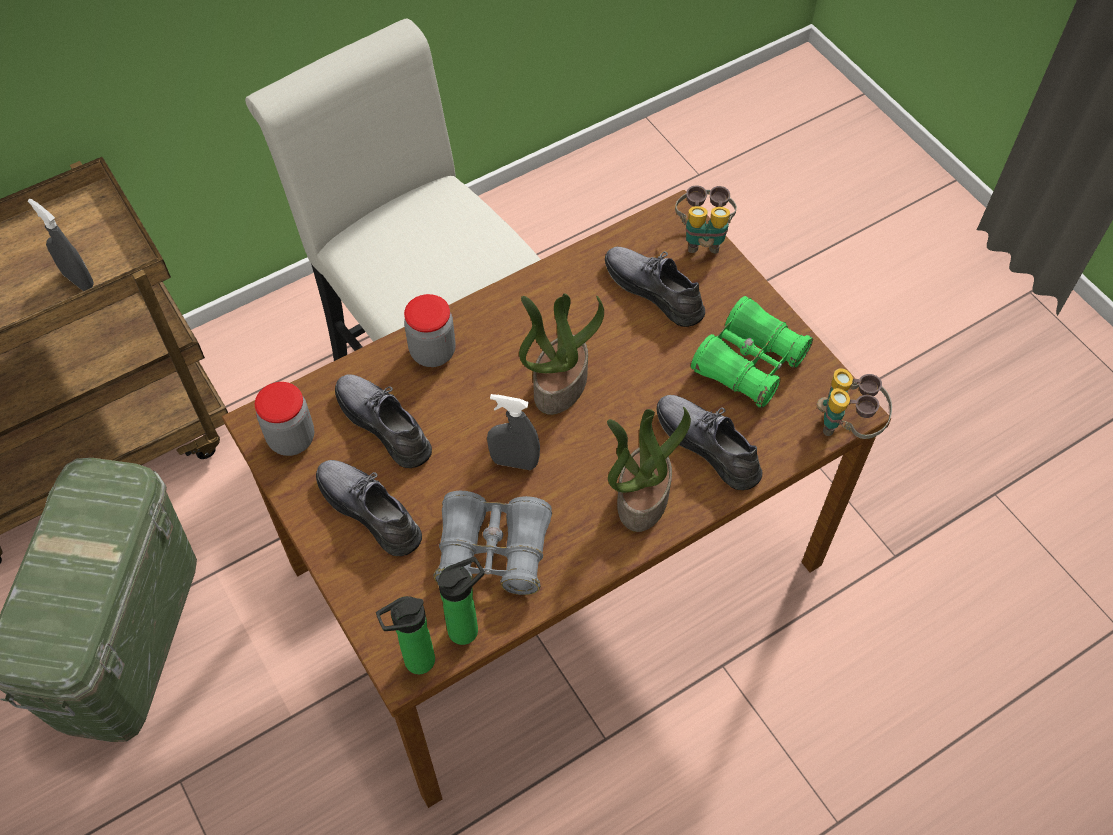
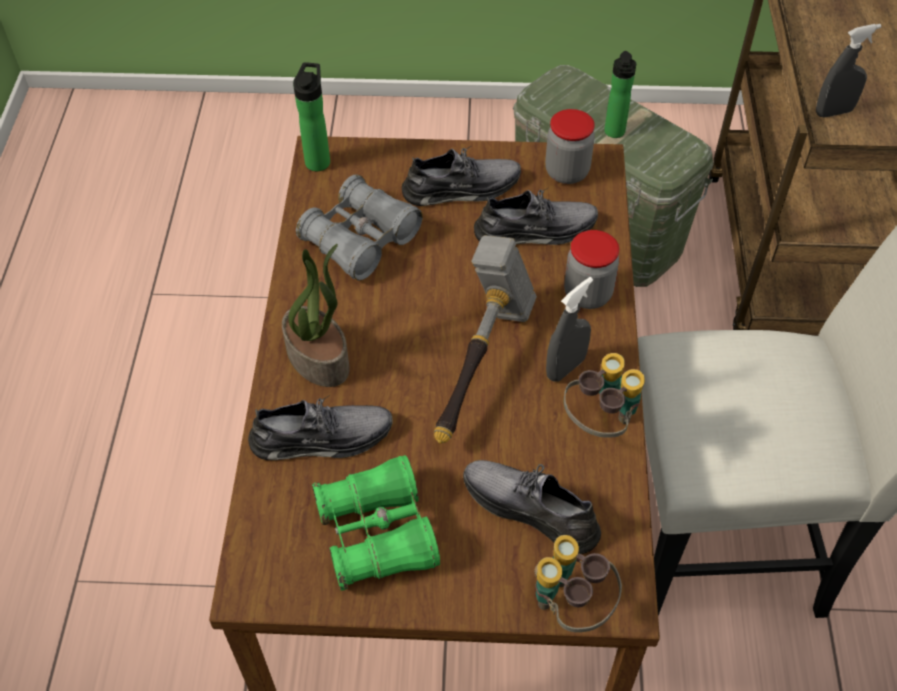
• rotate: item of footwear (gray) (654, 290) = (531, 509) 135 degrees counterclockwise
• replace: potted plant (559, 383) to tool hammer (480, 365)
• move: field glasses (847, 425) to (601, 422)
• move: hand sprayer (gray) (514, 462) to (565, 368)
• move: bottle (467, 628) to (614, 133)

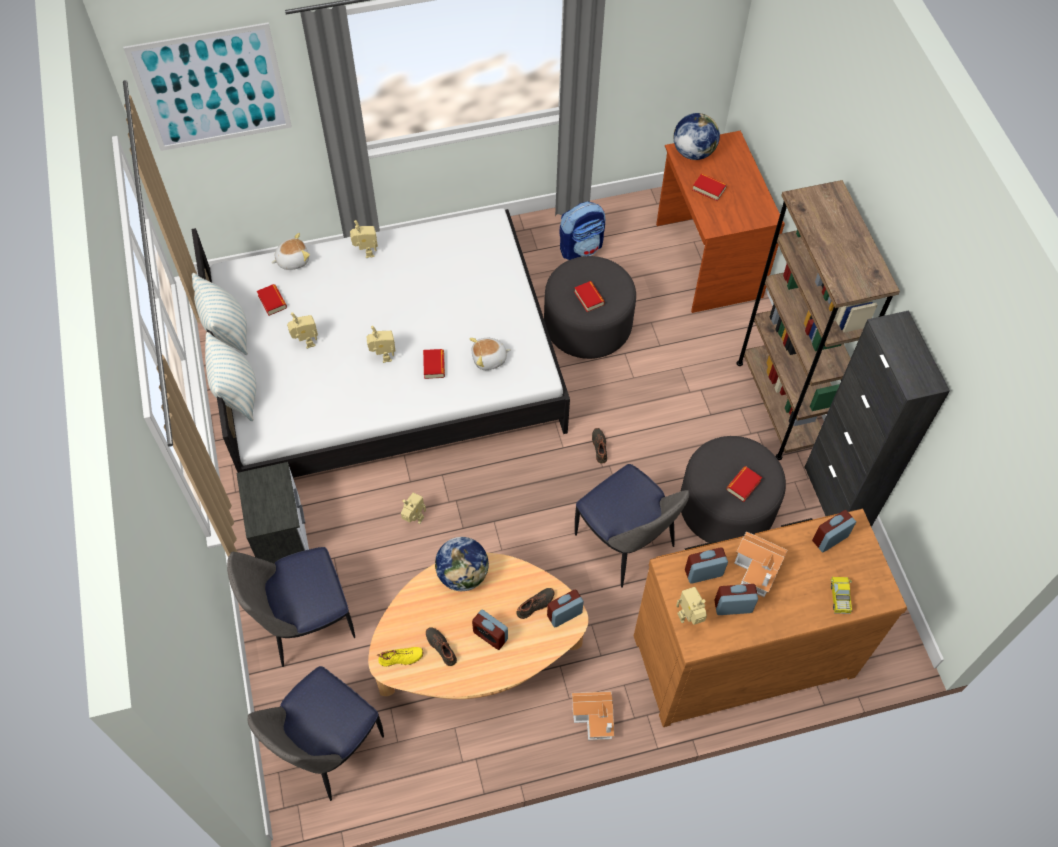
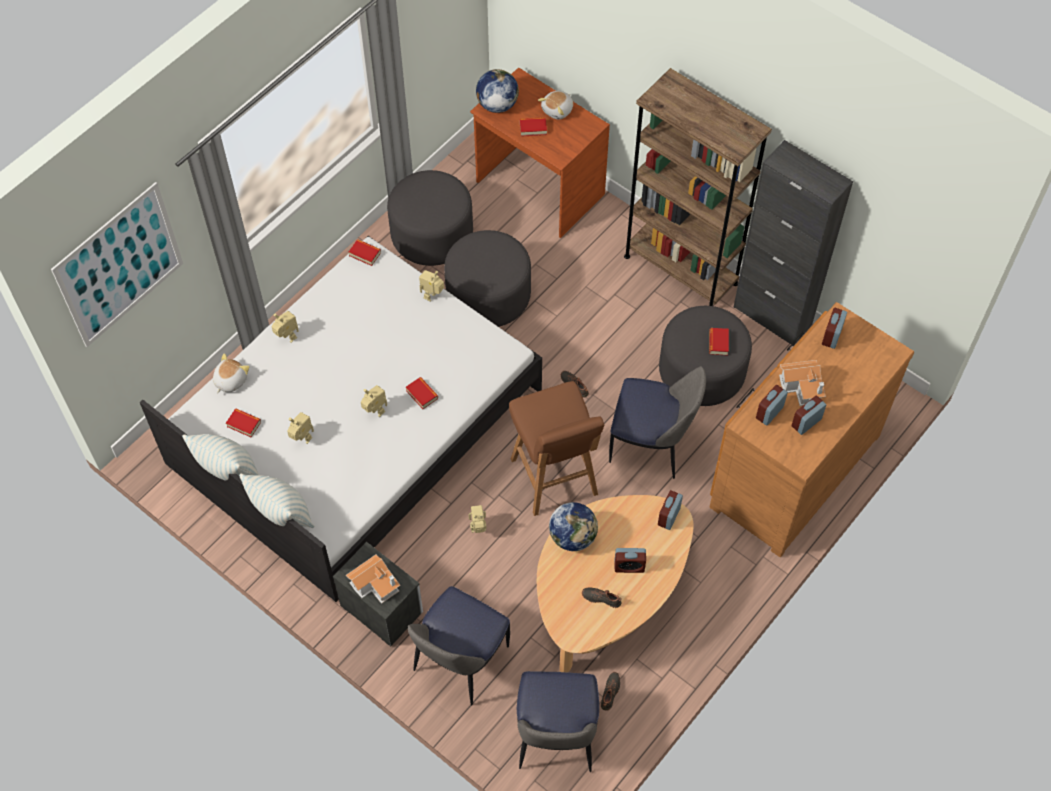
• replace: rucksack (581, 247) to ottoman (gray) (432, 235)
• move: bound book (589, 298) to (365, 254)
• move: soft toy (489, 359) to (558, 110)
• delete: toy lorry (839, 597)
• move: toy robot (689, 618) to (433, 296)
• move: item of footwear (black-coloured) (536, 605) to (611, 692)
• delete: item of footwear (yellow) (401, 658)
• move: toy house (595, 718) to (376, 584)
• insert: sitting stool (brownish) (554, 479)

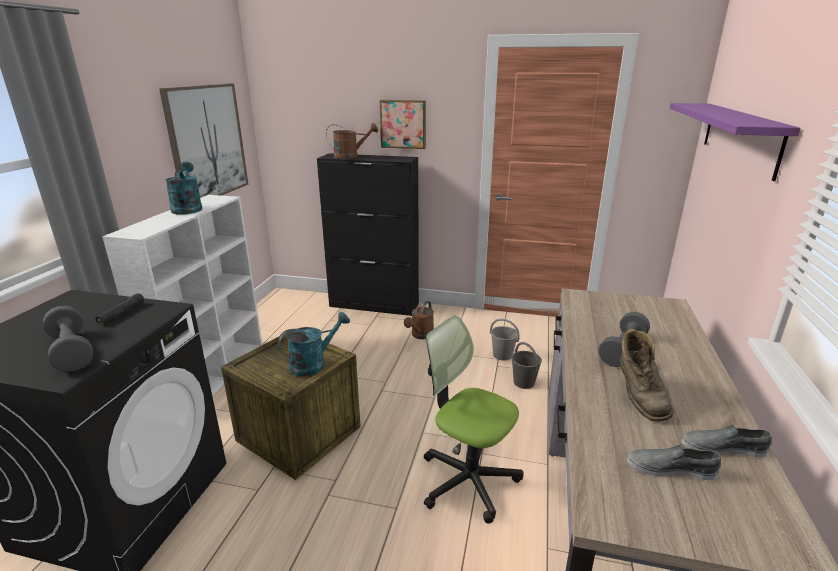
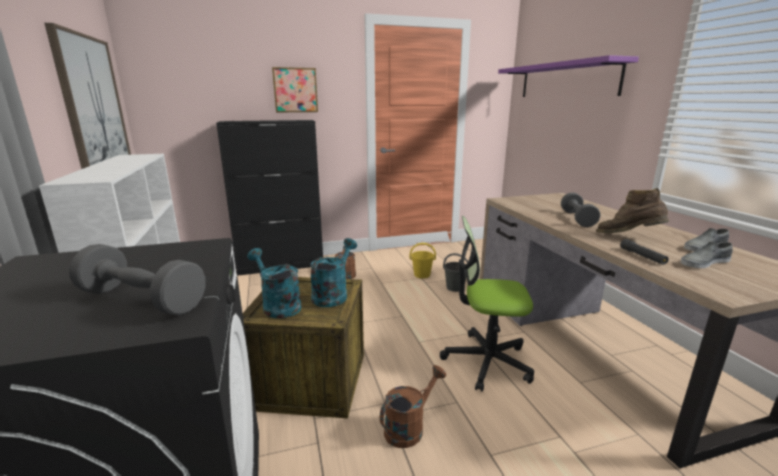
• move: sprinkling can (brownish) (350, 156) to (409, 427)
• move: sprinkling can (turquoise) (187, 208) to (277, 305)
• move: flashlight (black-coloured) (121, 314) to (642, 256)
• recolor: water bucket (gray) (503, 355) to water bucket (yellow) (422, 275)
• rotate: boot (brownish) (638, 398) = (628, 237) 150 degrees clockwise

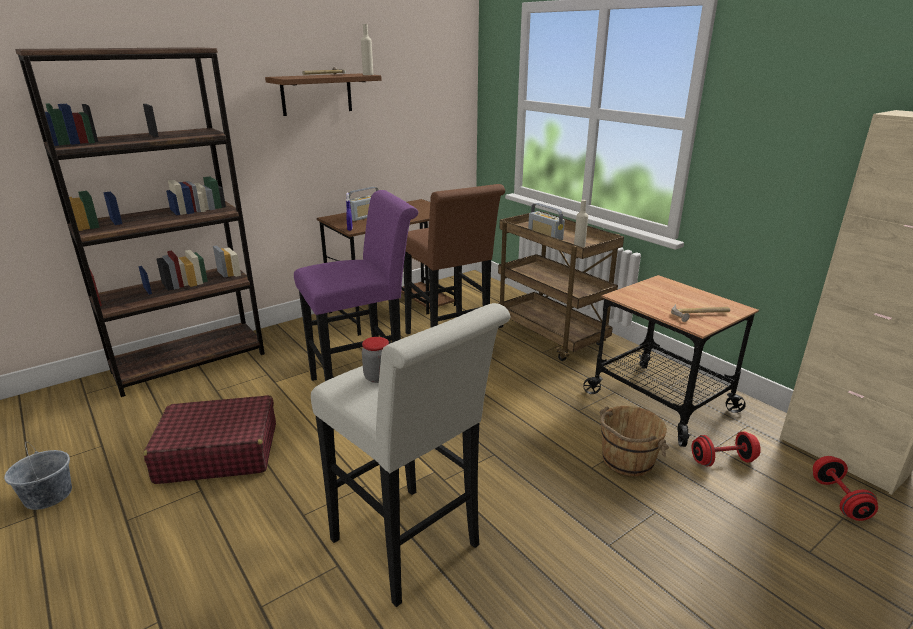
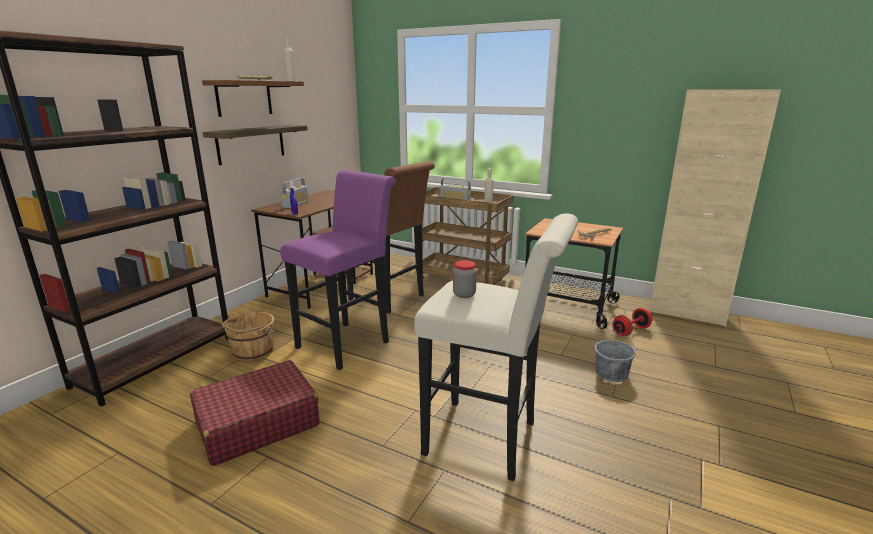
• move: water bucket (brownish) (626, 460) to (252, 352)
• move: water bucket (gray) (48, 496) to (612, 374)
• delete: free weight (red-coloured) (839, 499)
• insert: wall shelf (251, 144)

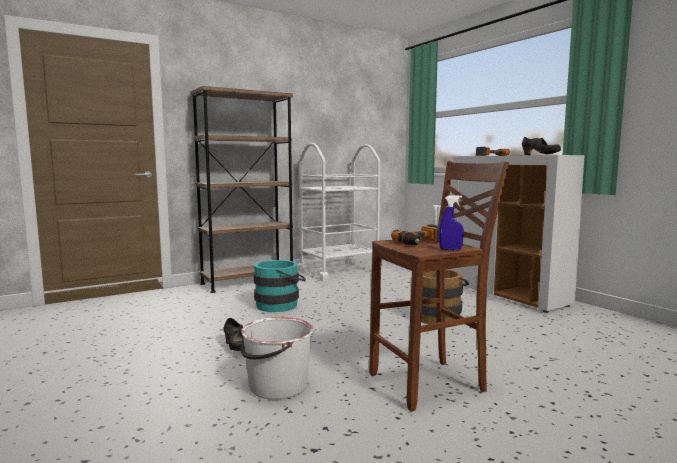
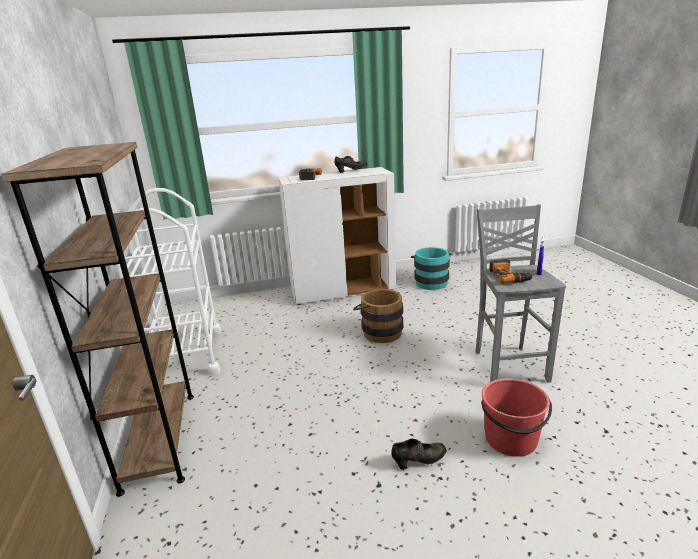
• recolor: sitting stool (brownish) (430, 383) to sitting stool (gray) (509, 365)
• move: water bucket (turquoise) (281, 305) to (430, 282)
• recolor: water bucket (white) (277, 386) to water bucket (red-coloured) (511, 439)

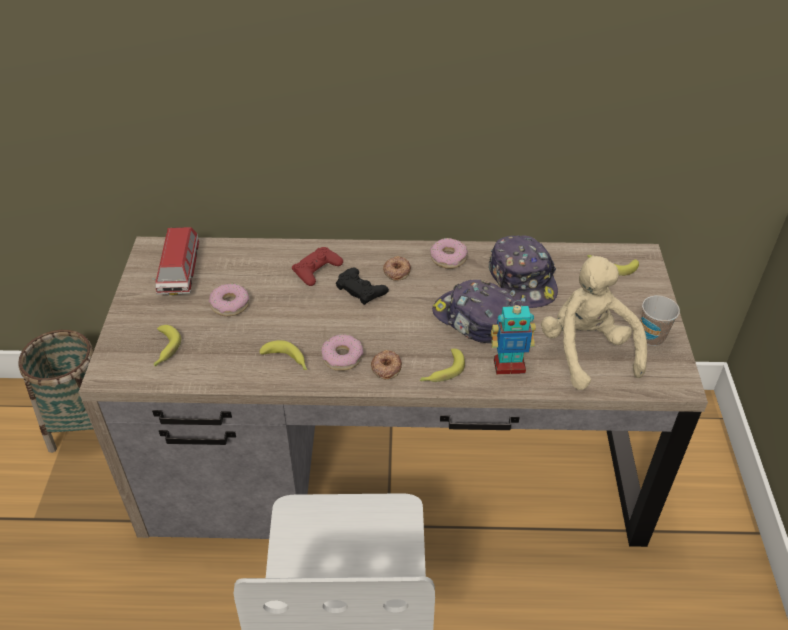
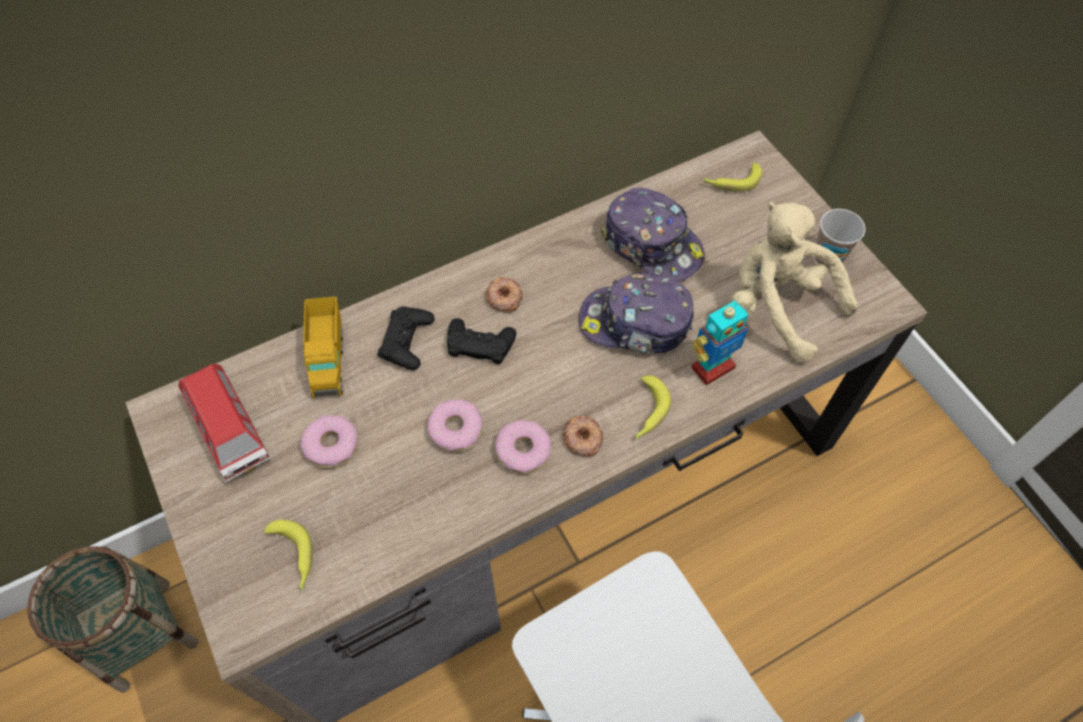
• move: doughnut (448, 258) to (456, 430)
• recolor: joypad (red-coloured) (317, 270) to joypad (black-coloured) (407, 341)
• delete: banana fruit (287, 361)
• insert: toy lorry (329, 359)

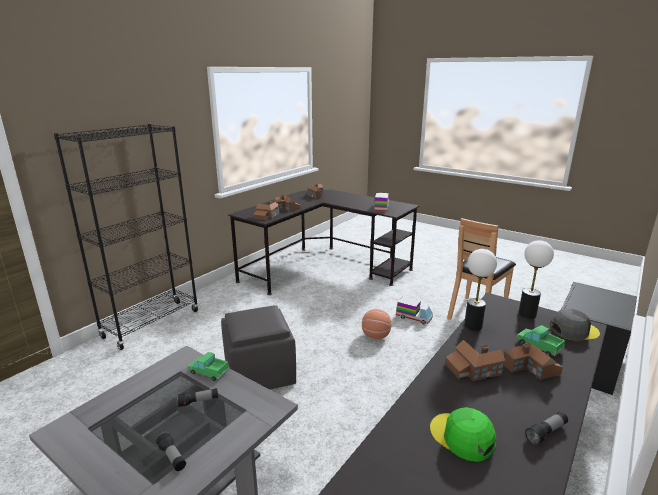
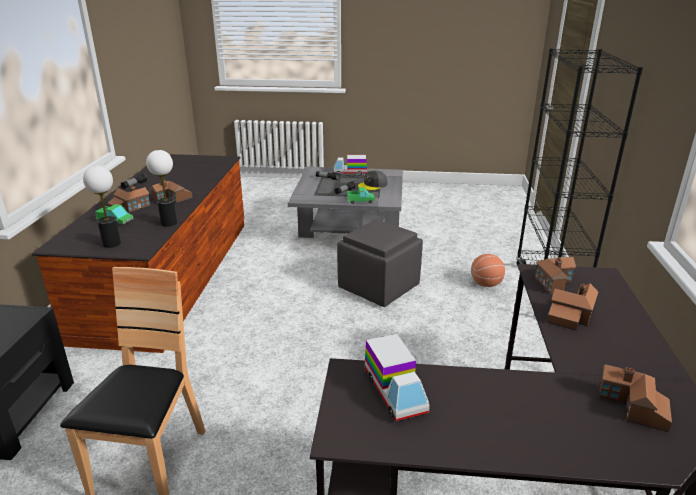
• move: toy lorry (414, 317) to (350, 172)
• move: basketball (375, 336) to (486, 284)
• move: peaked cap (gray) (573, 330) to (373, 185)
• delete: peaked cap (green-coloured) (462, 437)

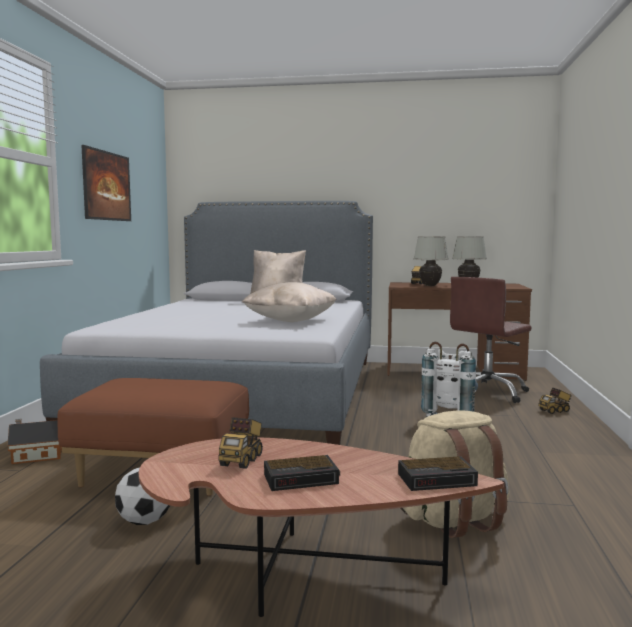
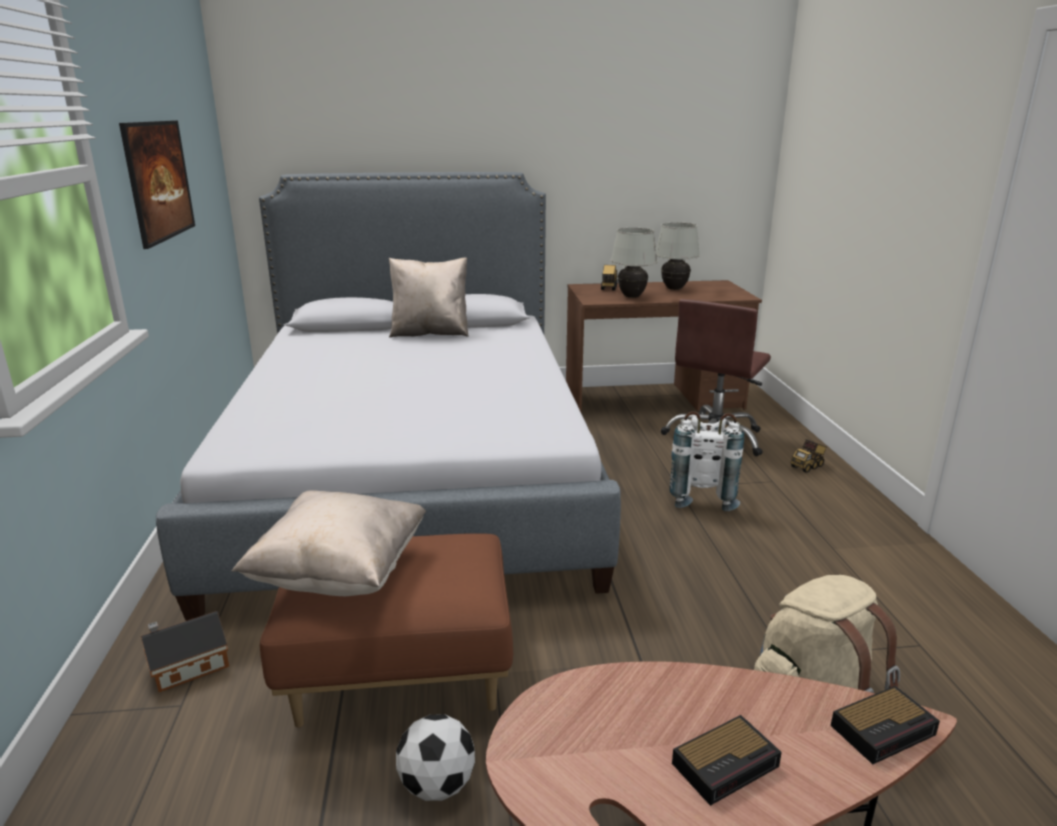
• move: pillow (beige) (290, 321) to (340, 573)
• delete: toy lorry (242, 460)

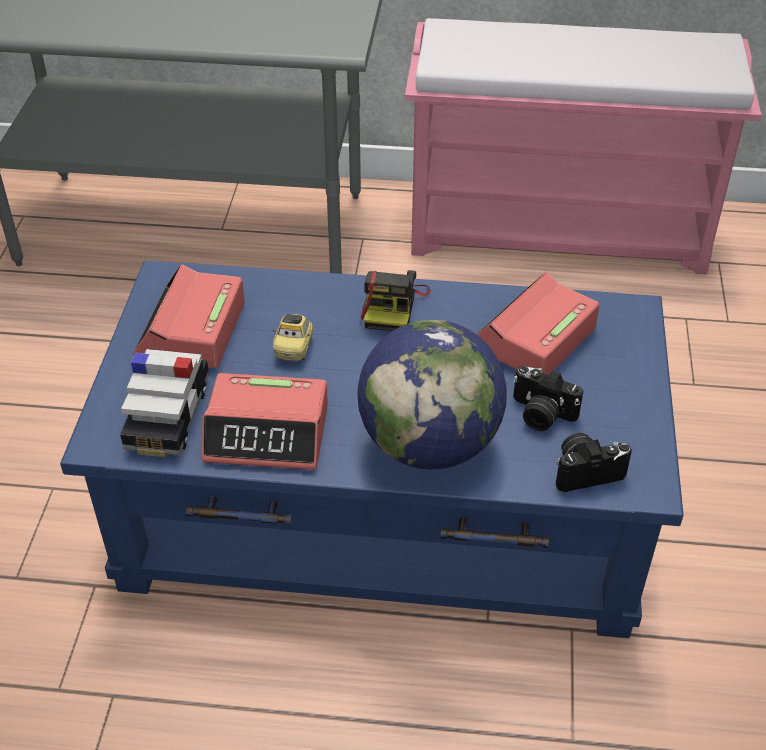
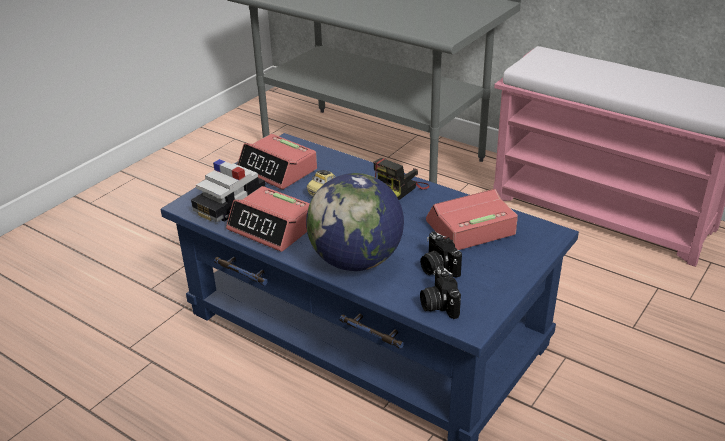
• rotate: table clock (191, 330) = (278, 170) 90 degrees counterclockwise
• rotate: photo camera (586, 471) = (438, 304) 120 degrees counterclockwise

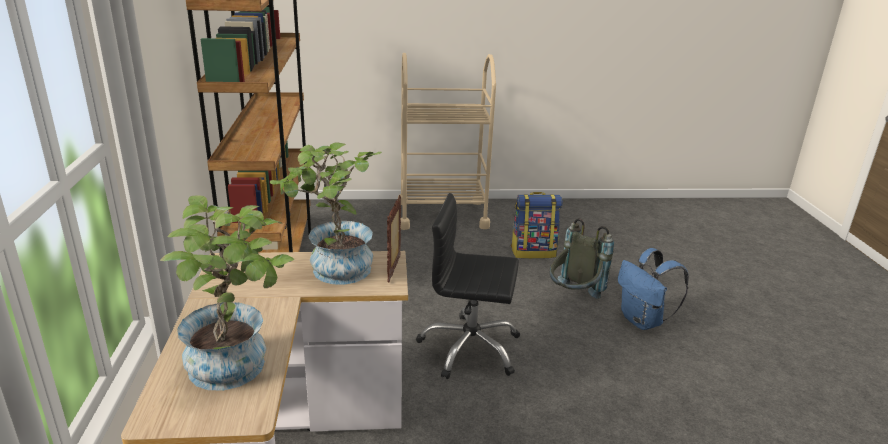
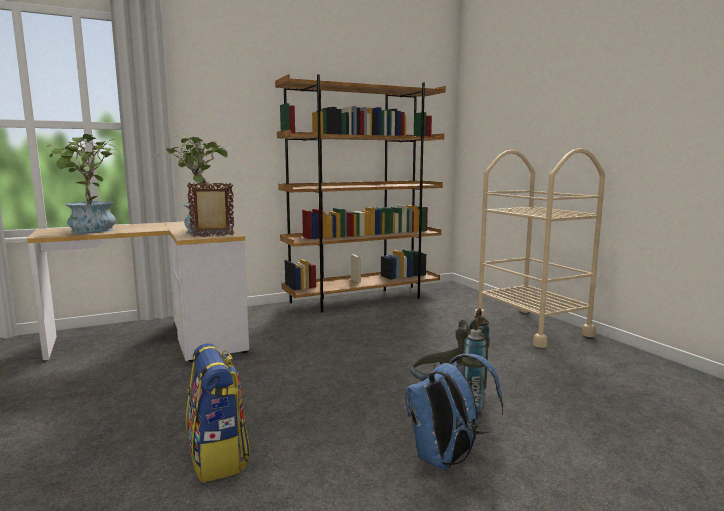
• move: rucksack (533, 252) to (219, 457)
• delete: office chair (black-coloured) (470, 348)

